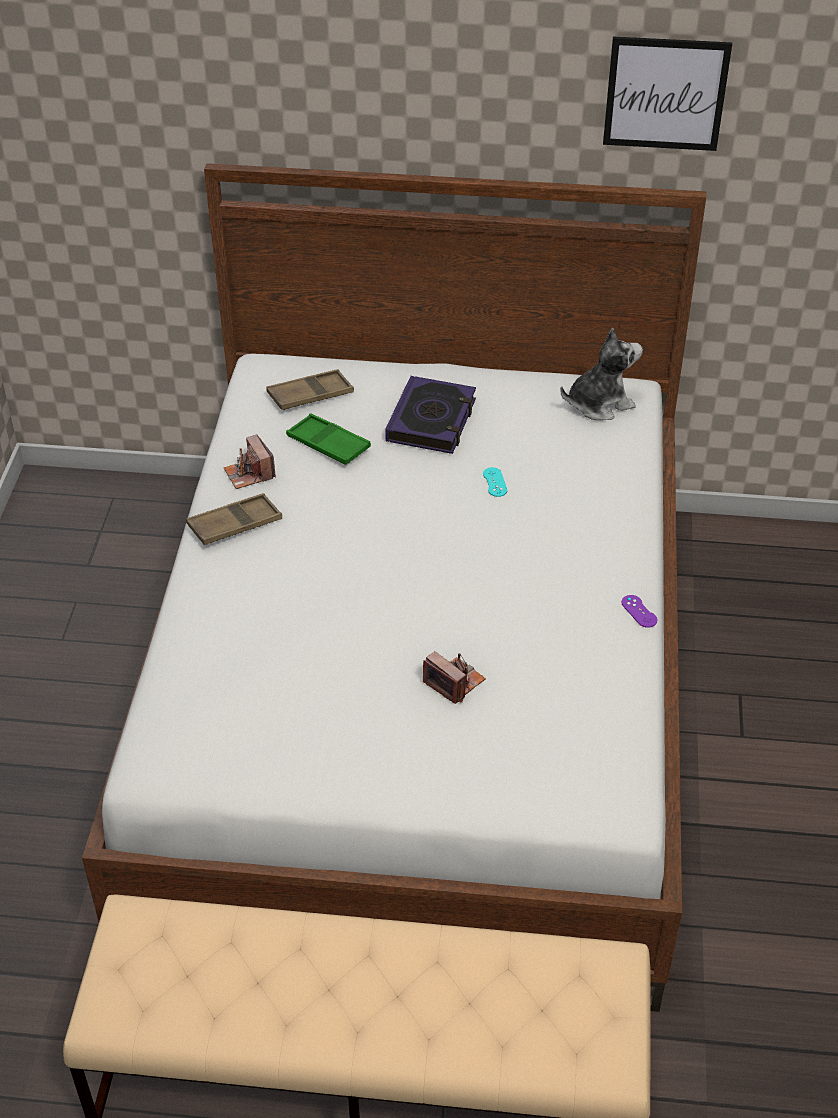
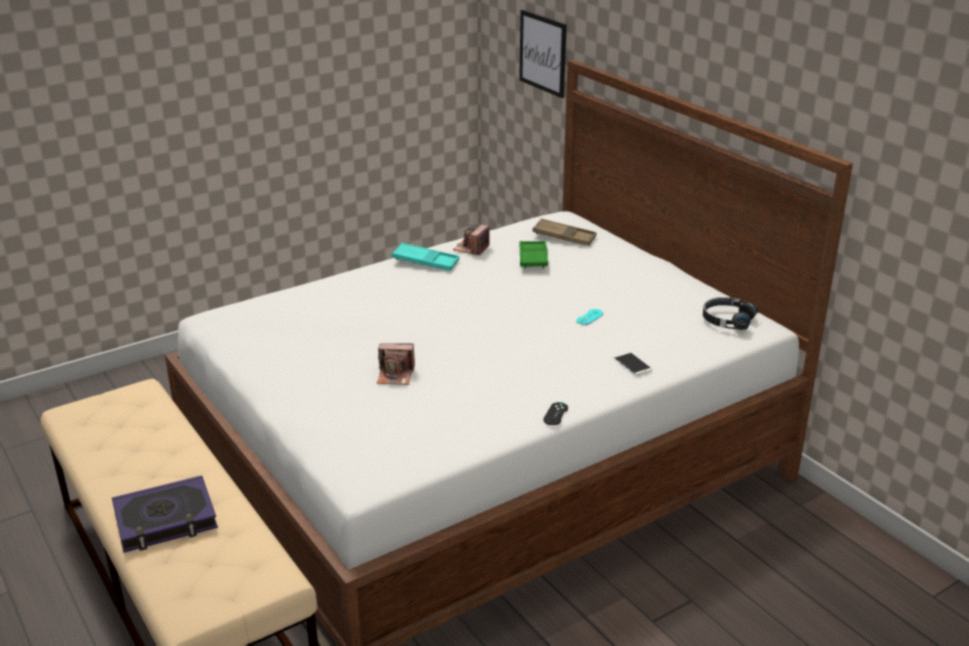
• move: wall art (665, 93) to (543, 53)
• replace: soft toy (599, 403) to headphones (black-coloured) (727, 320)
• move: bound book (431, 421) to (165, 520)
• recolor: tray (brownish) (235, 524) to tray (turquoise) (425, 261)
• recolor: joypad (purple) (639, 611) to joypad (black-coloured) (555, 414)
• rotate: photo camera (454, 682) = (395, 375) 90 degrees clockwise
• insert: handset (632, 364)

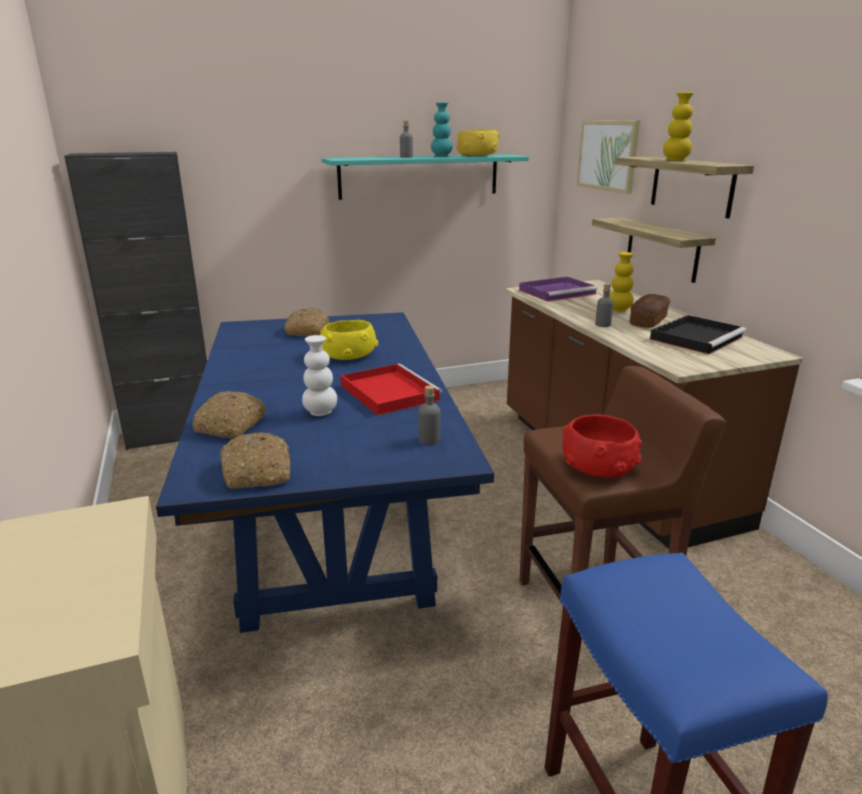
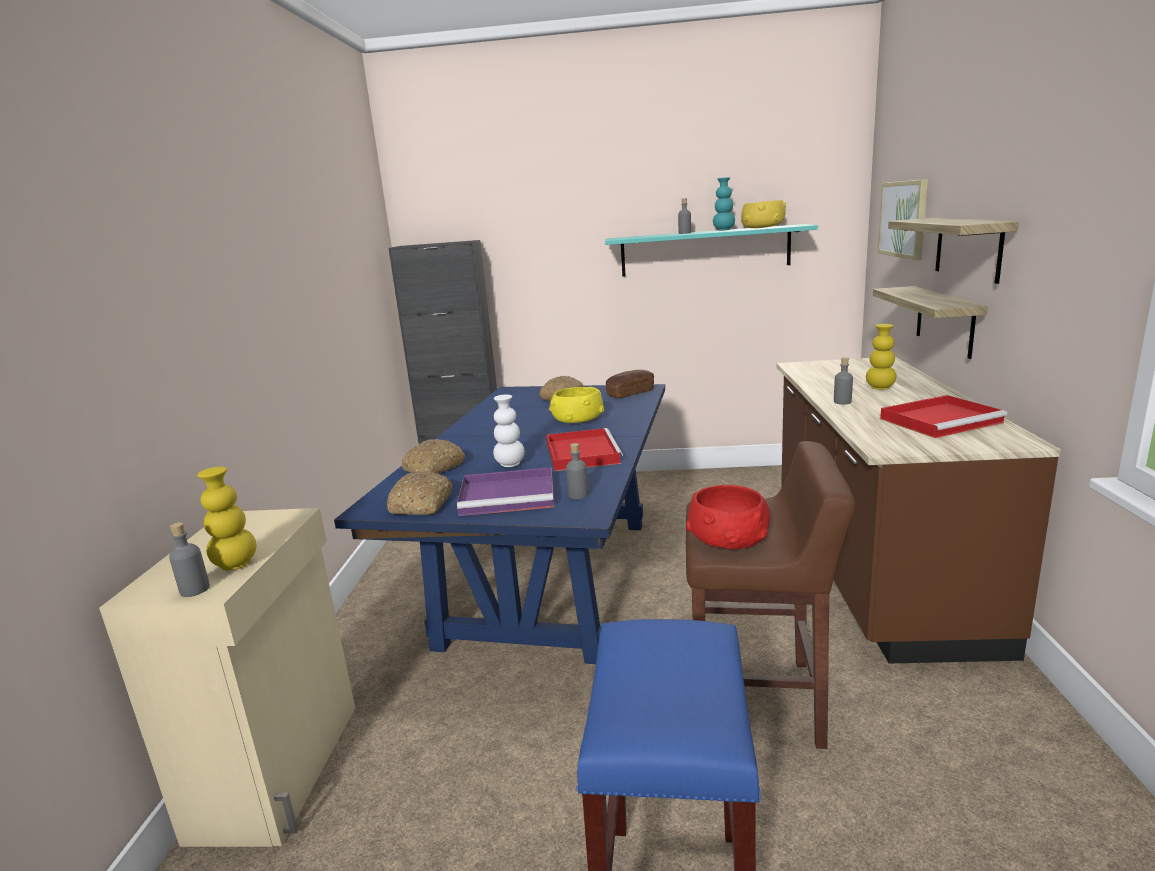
• move: decorative vase (yellow) (675, 160) to (236, 564)
• move: tray (purple) (558, 292) to (510, 495)
• move: baked bread (648, 321) to (630, 393)
• recolor: tray (black-coloured) (696, 338) to tray (red-coloured) (941, 420)
• insert: bottle (gray) (195, 590)

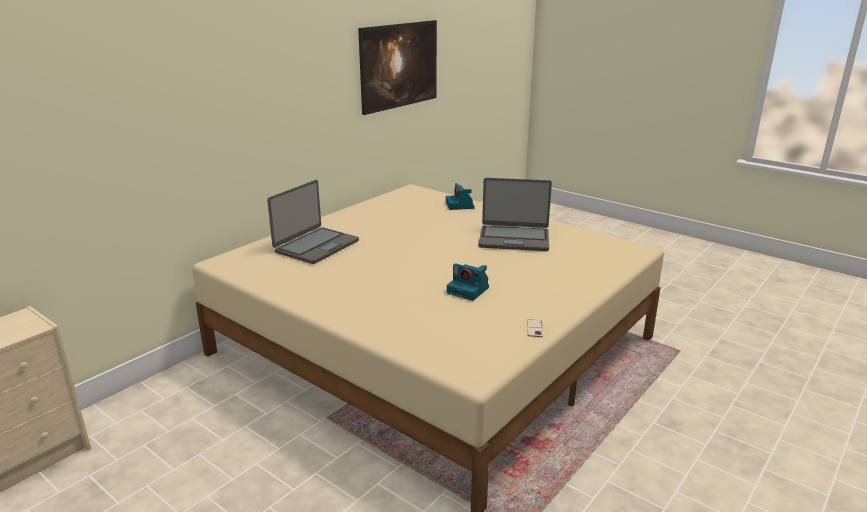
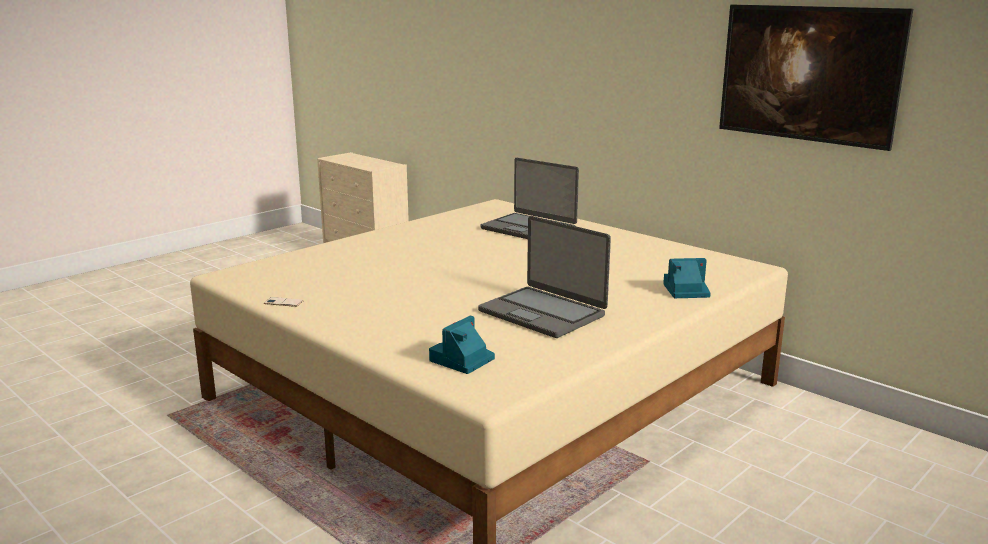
• rotate: notebook computer (514, 239) = (543, 313) 60 degrees counterclockwise
• move: photo camera (469, 290) to (461, 360)

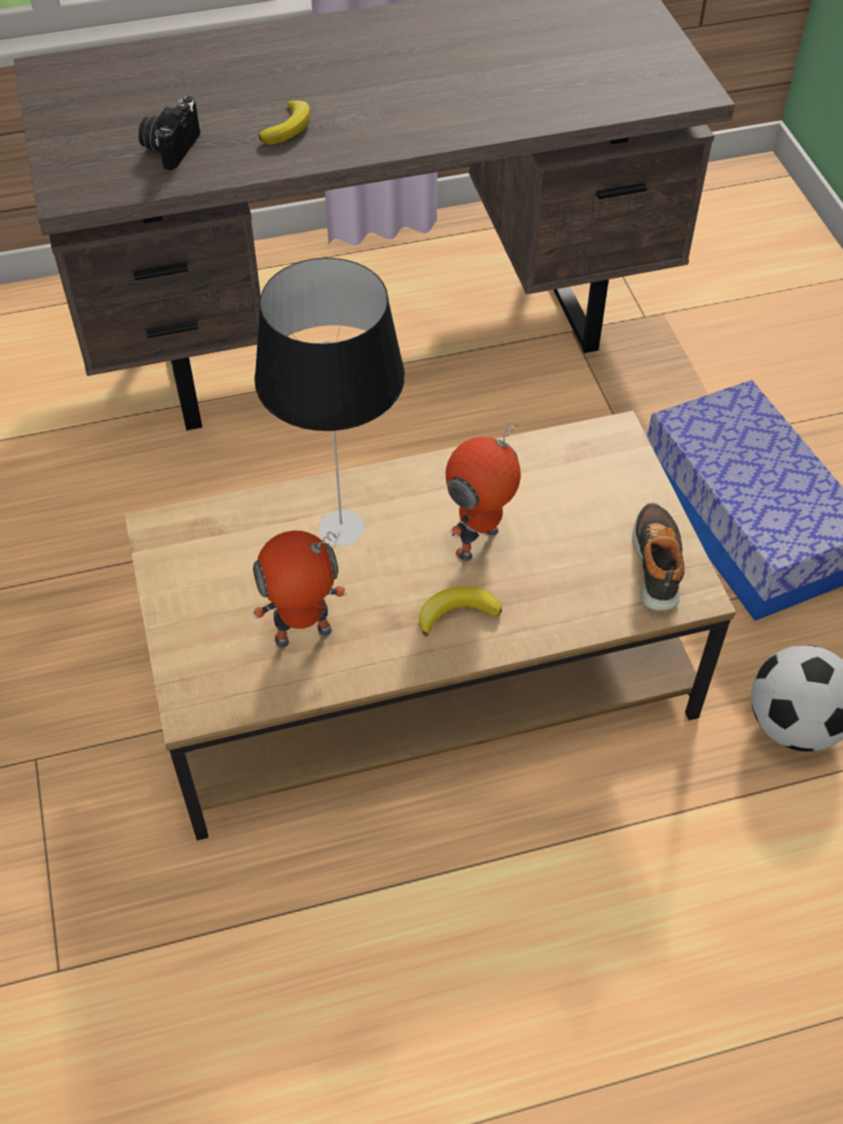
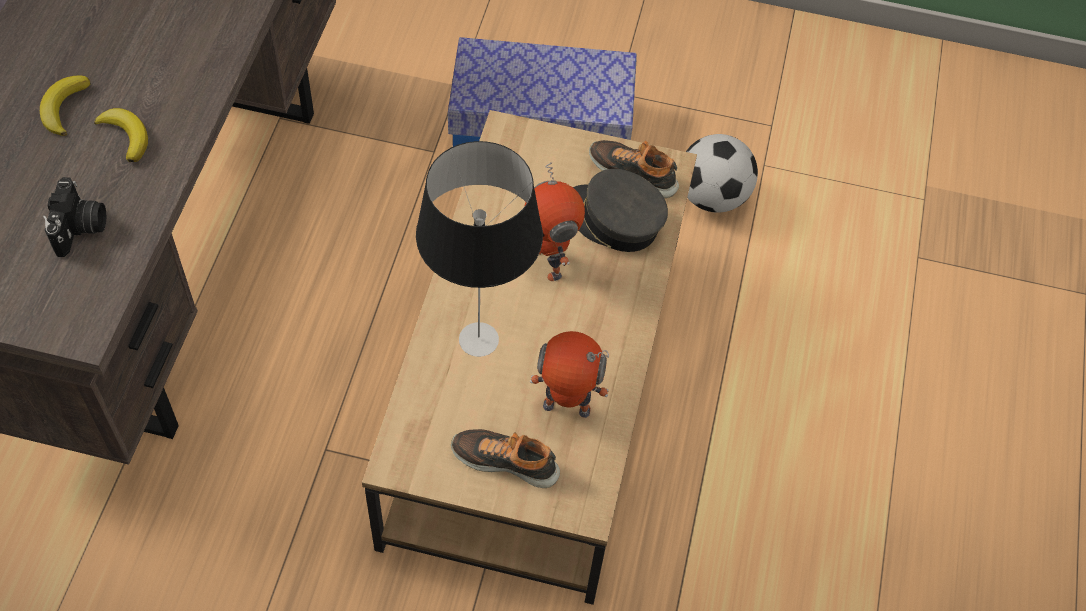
• rotate: photo camera (170, 147) = (80, 229) 135 degrees counterclockwise
• rotate: toy robot (303, 637) = (566, 410) 90 degrees clockwise
• move: banana fruit (457, 613) to (64, 107)
• insert: peaked cap (gray) (613, 220)
• insert: item of footwear (506, 460)

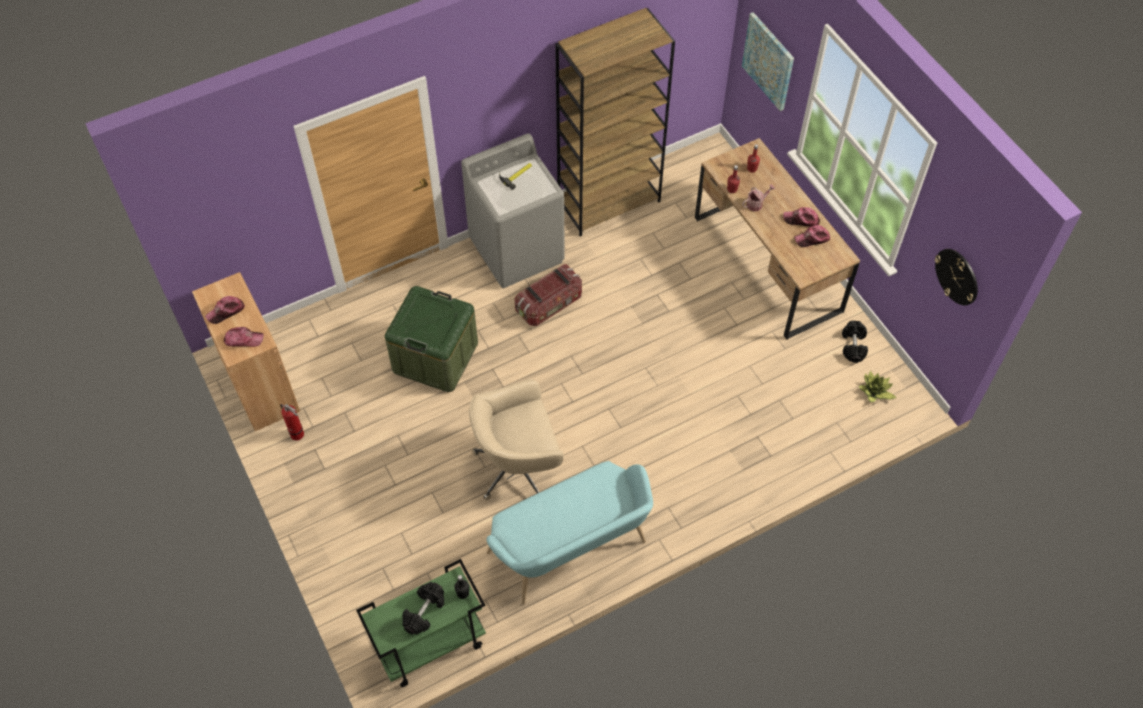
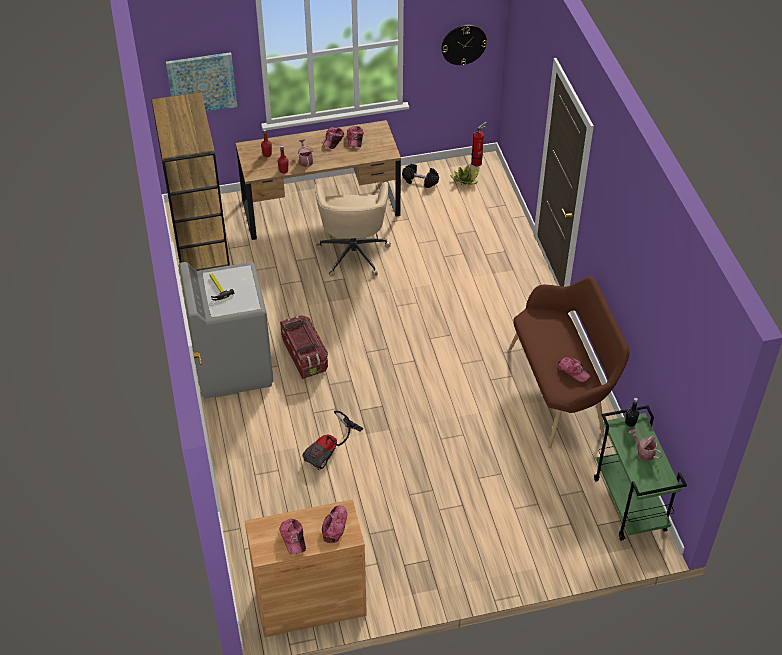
• replace: storage bin (green-coloured) (435, 357) to vacuum (330, 450)
• move: office chair (beige) (519, 466) to (353, 252)
• move: fire extinguisher (298, 435) to (477, 162)
• recolor: indoor bench (turquoise) (572, 552) to indoor bench (brownish) (561, 391)
• replace: free weight (black-coloured) (424, 612) to sprinkling can (643, 452)
• insert: peaked cap (573, 371)

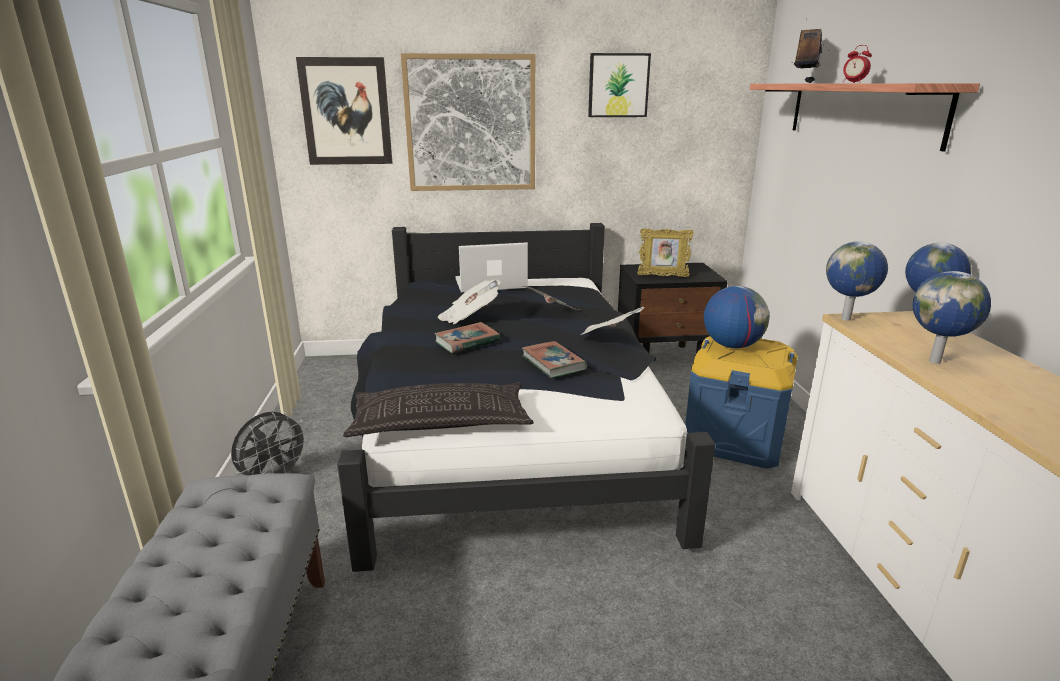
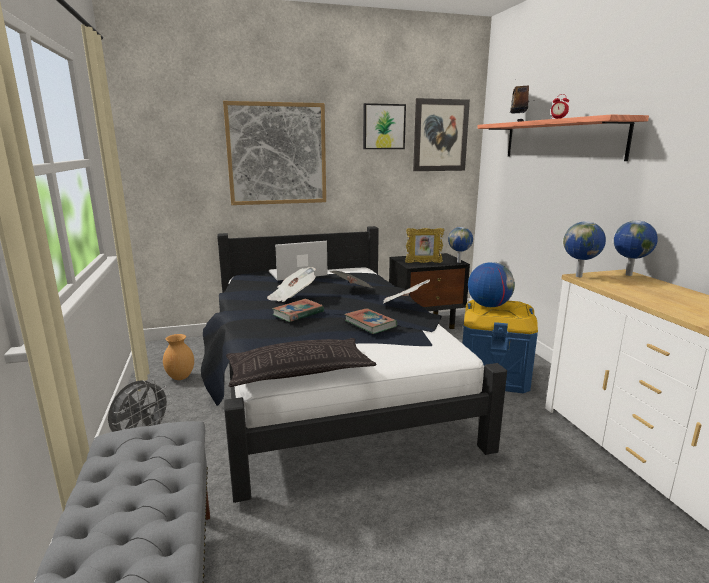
• move: wall art (346, 112) to (440, 135)
• move: globe (936, 361) to (459, 262)
• insert: decorative vase (brownish) (181, 377)

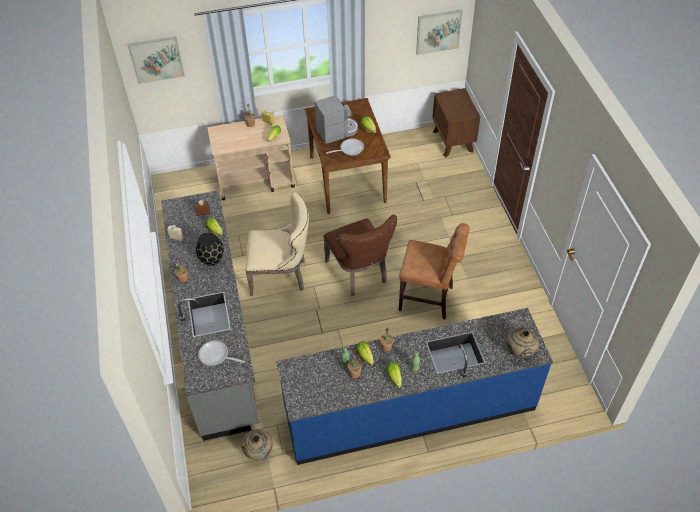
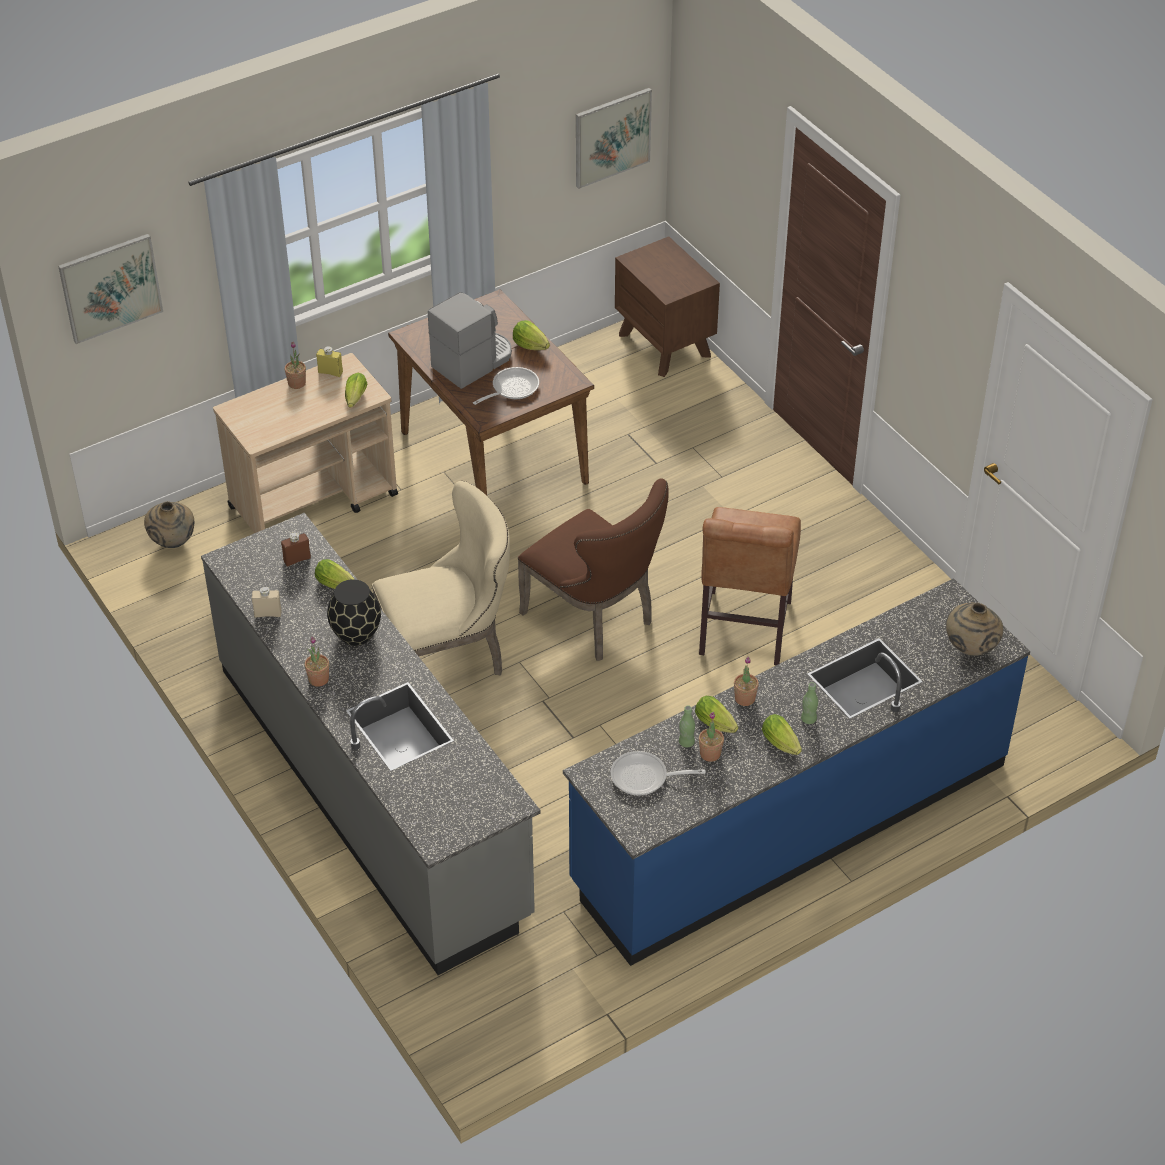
• rotate: chair (brownish) (429, 299) = (743, 632) 105 degrees clockwise
• move: frying pan (216, 356) to (644, 778)
• move: decorative vase (beige) (259, 452) to (173, 542)

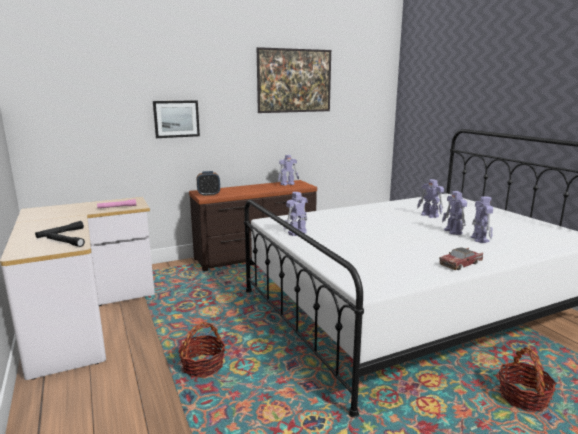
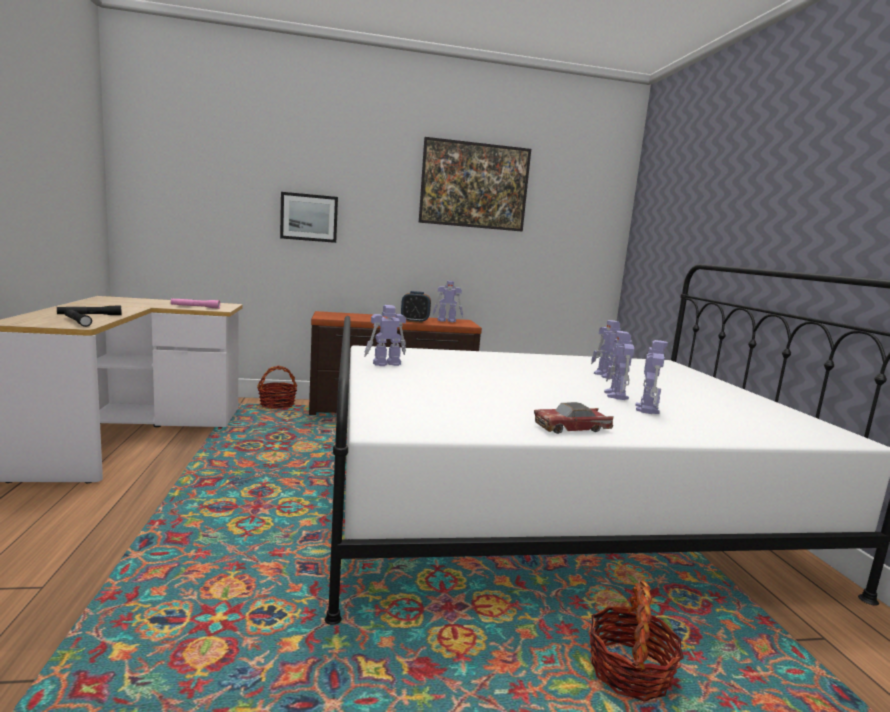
• move: table clock (209, 194) to (415, 321)
• move: basket (203, 366) to (277, 404)

